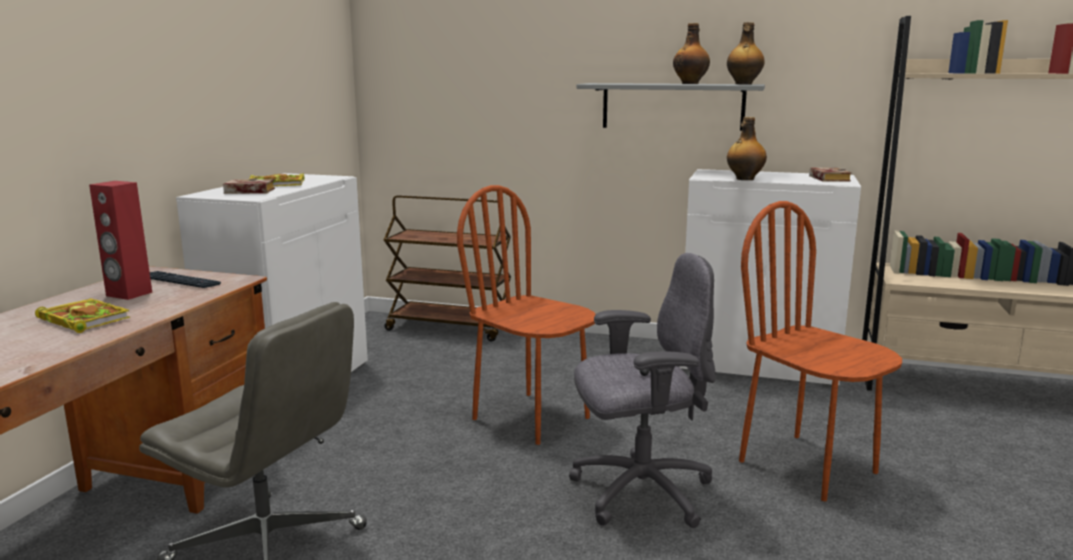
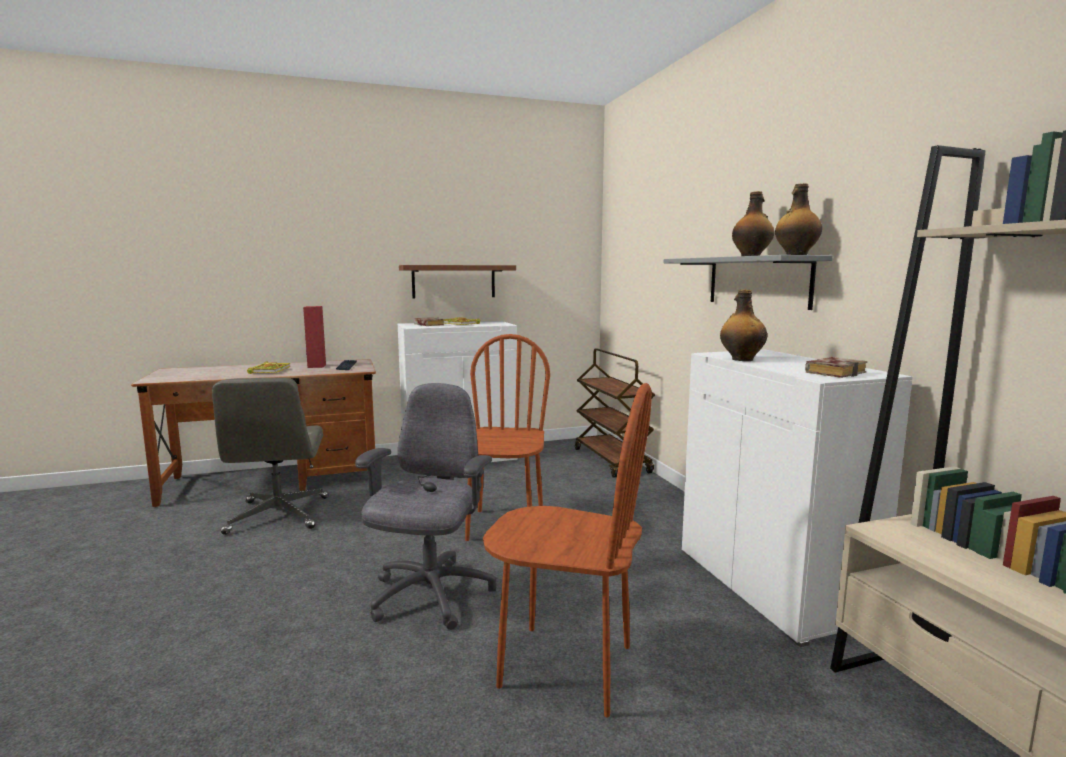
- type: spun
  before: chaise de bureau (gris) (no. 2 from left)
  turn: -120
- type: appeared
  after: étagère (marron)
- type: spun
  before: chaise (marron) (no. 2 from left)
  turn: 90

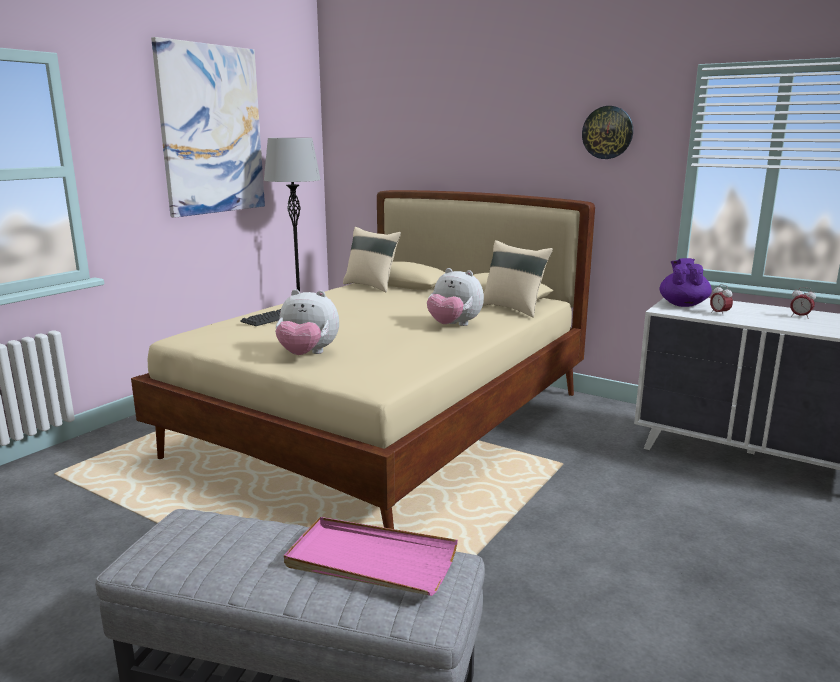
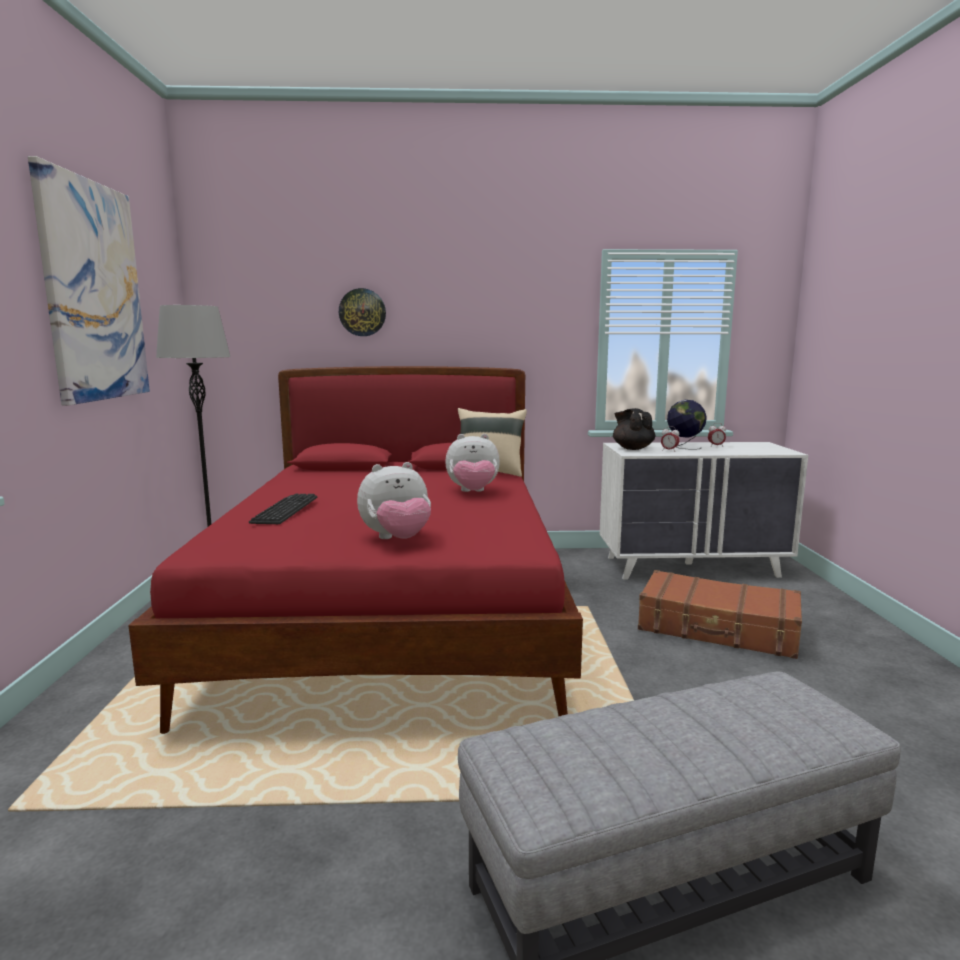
- type: colour
  before: lit (beige)
  after: lit (rouge)
- type: relocated
  before: horloge murale
- type: colour
  before: théière (violet)
  after: théière (noir)
- type: appeared
  after: valise (marron)
- type: appeared
  after: globe
- type: missing
  before: plateau (rose)
- type: missing
  before: coussin (beige) (no. 1 from left)

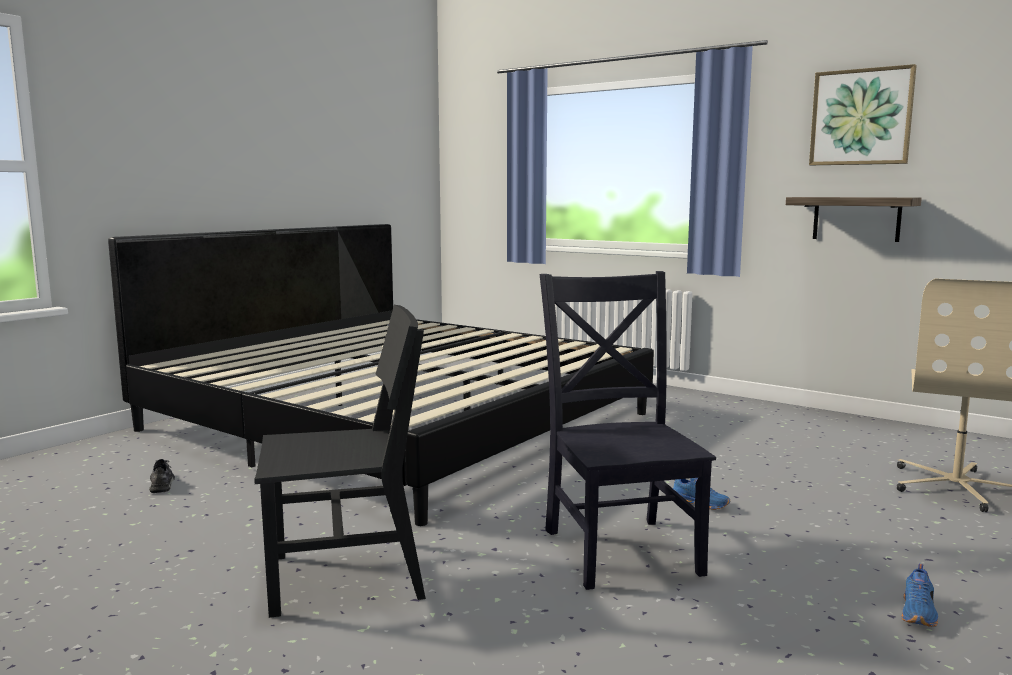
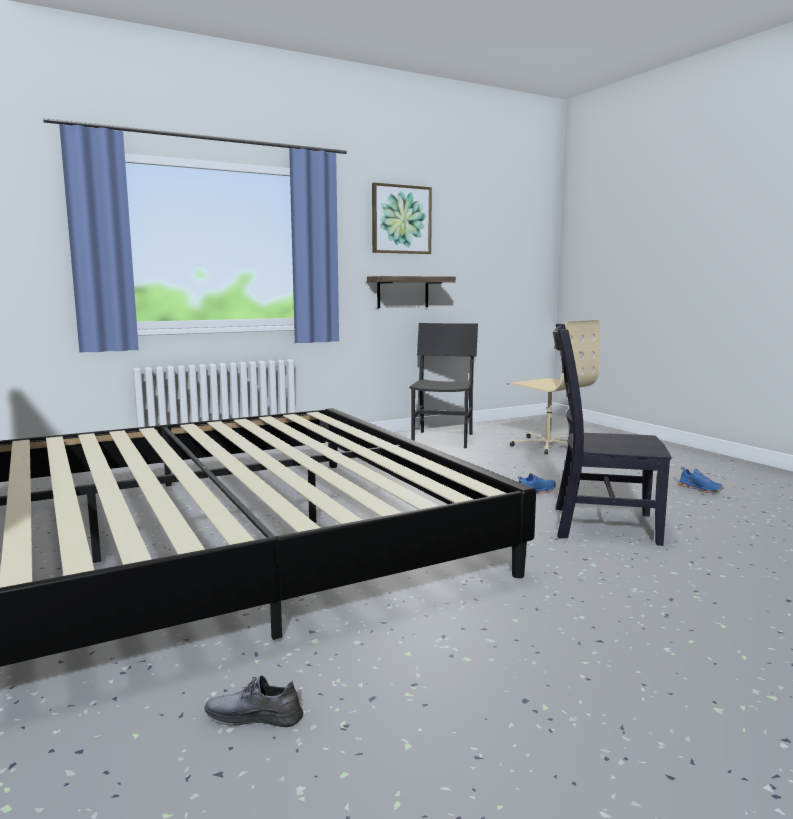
- type: relocated
  before: chaise (noir) (no. 1 from left)

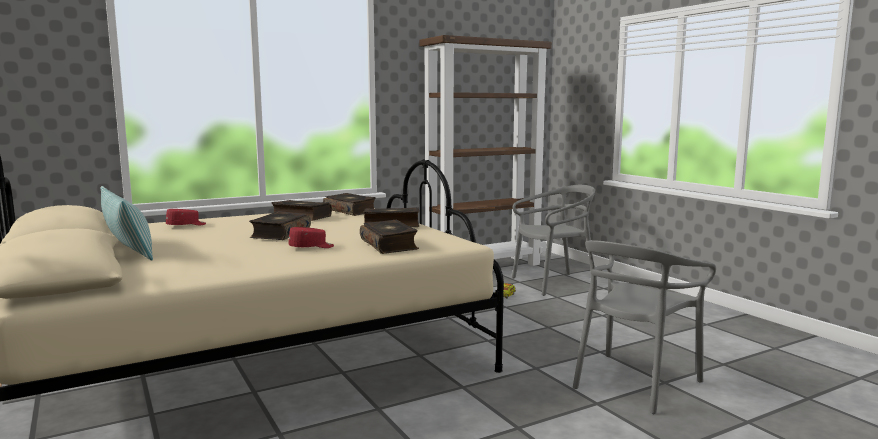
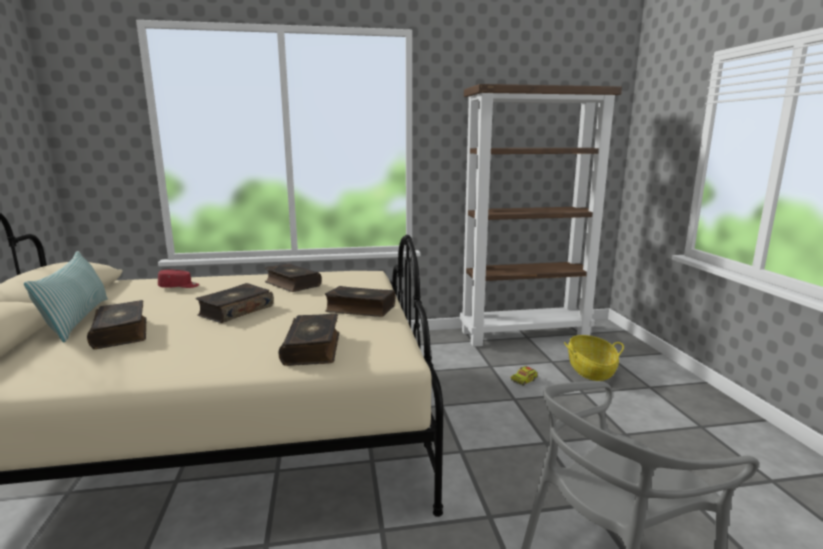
- type: relocated
  before: livre (no. 3 from left in the first image)
  after: livre (no. 1 from left)
- type: exchanged
  before: chaise (gris) (no. 1 from left)
  after: panier
- type: missing
  before: casquette (rouge) (no. 2 from left)

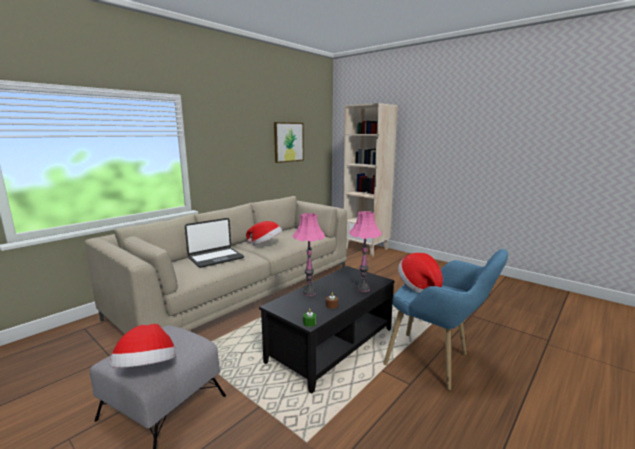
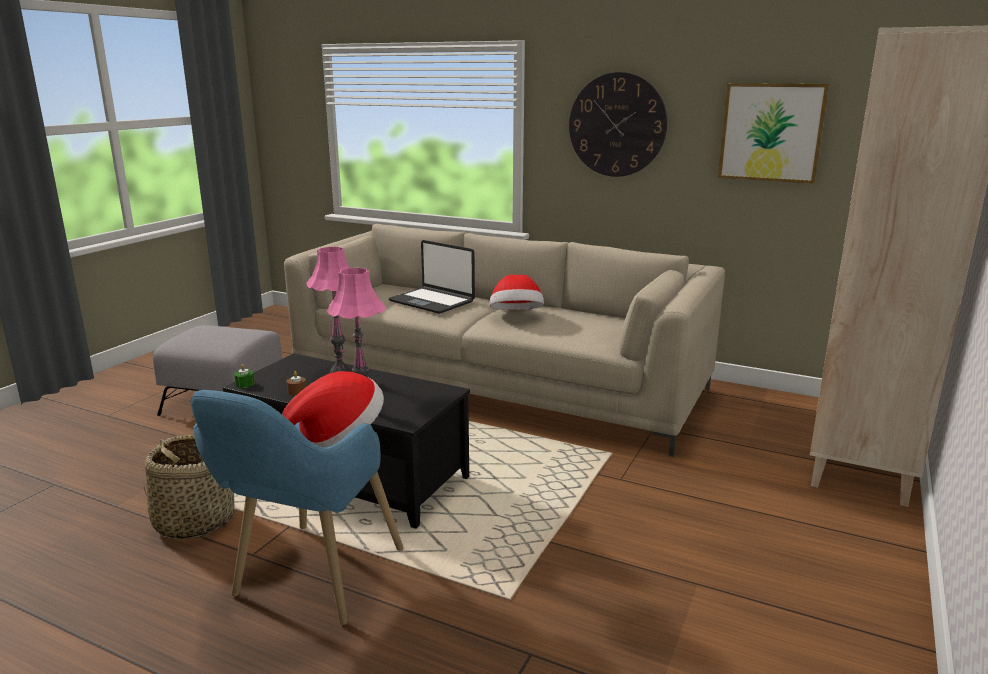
- type: appeared
  after: panier
- type: appeared
  after: horloge murale
- type: missing
  before: chapeau (no. 1 from left)

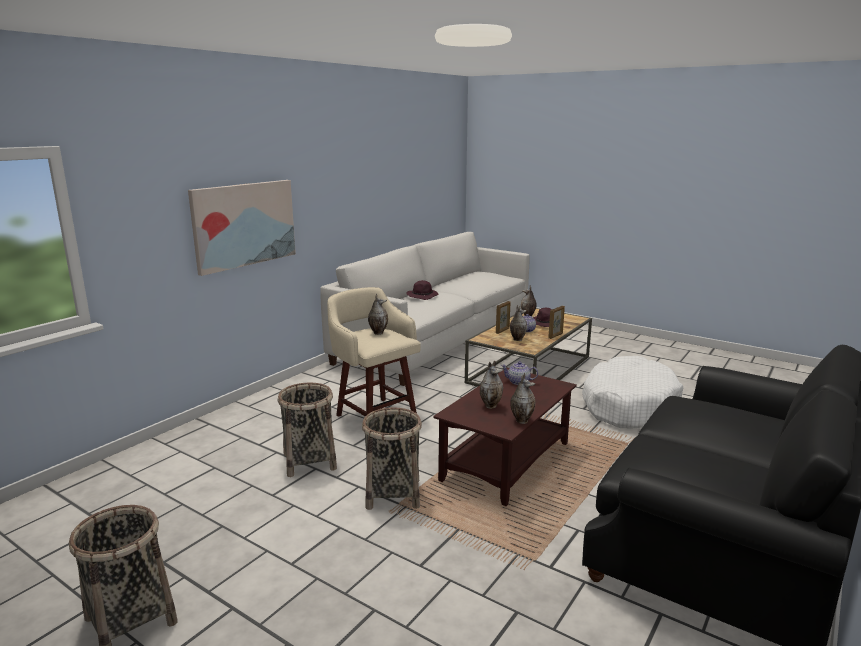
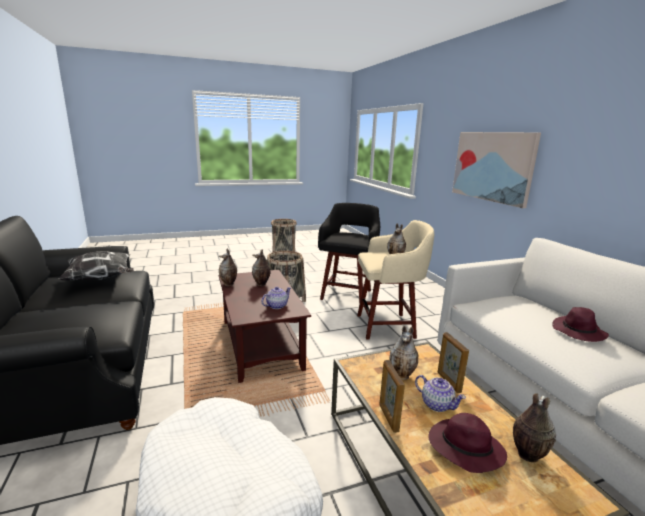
- type: appeared
  after: coussin
- type: exchanged
  before: panier (no. 2 from left)
  after: tabouret (noir)

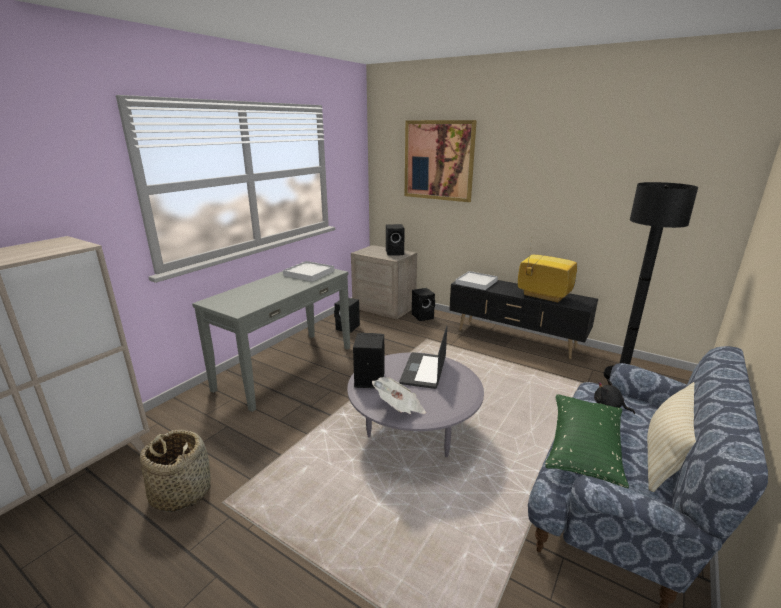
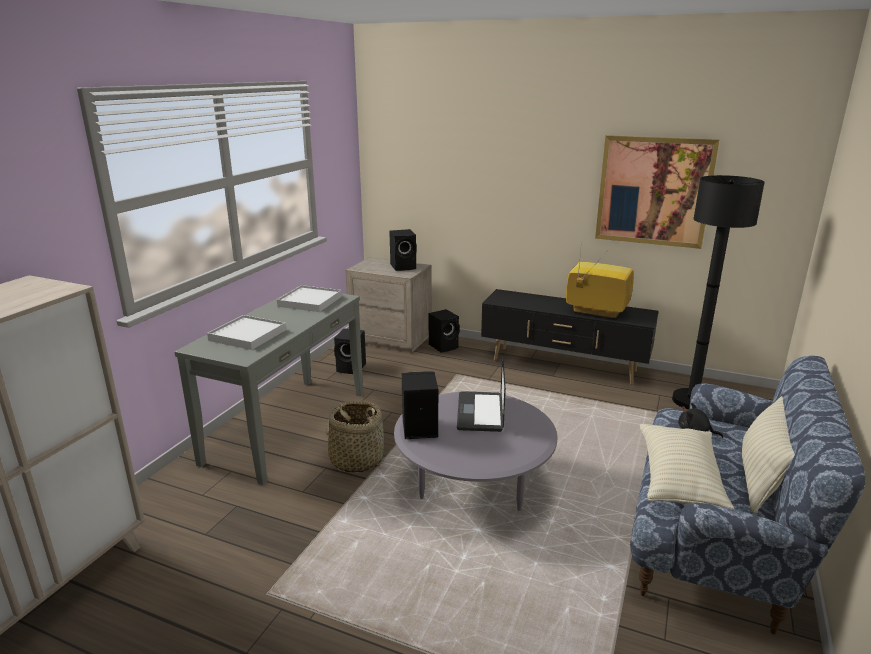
- type: relocated
  before: plateau (blanc) (no. 2 from left in the first image)
  after: plateau (blanc) (no. 1 from left)
- type: relocated
  before: panier
- type: relocated
  before: tableau
- type: colour
  before: coussin (vert)
  after: coussin (beige) (no. 1 from left)
- type: missing
  before: journal

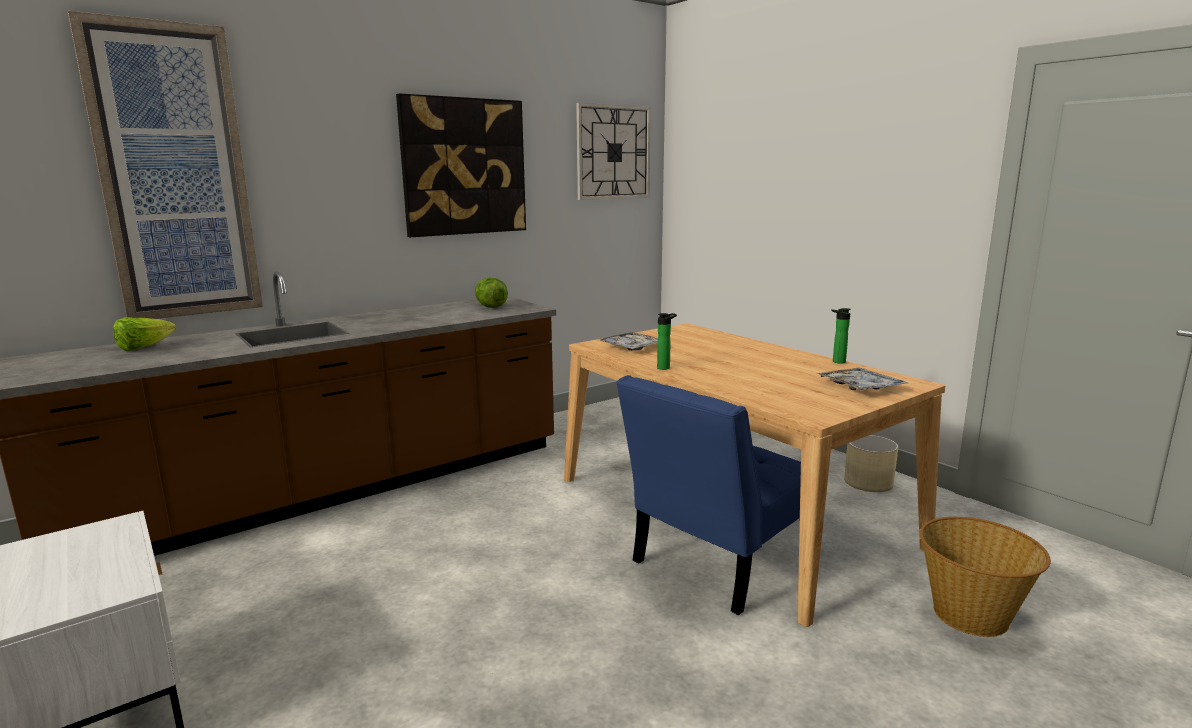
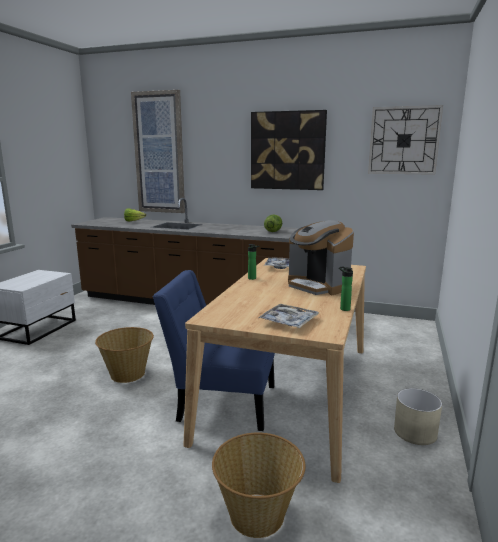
- type: appeared
  after: panier (no. 1 from left)
- type: appeared
  after: machine à café

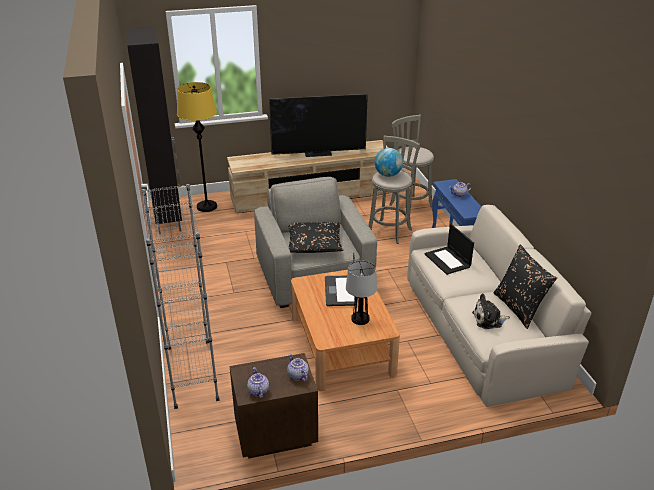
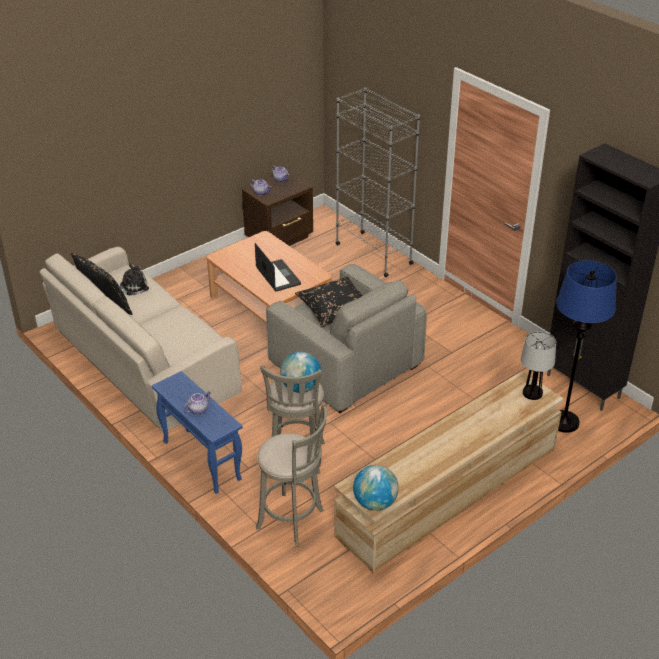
- type: appeared
  after: globe (no. 2 from left)
- type: relocated
  before: lampe de table
- type: colour
  before: lampadaire (jaune)
  after: lampadaire (bleu)
- type: missing
  before: téléviseur
- type: missing
  before: ordinateur portable (no. 2 from left)

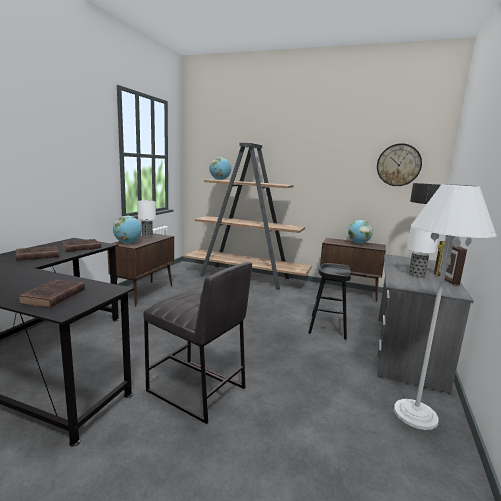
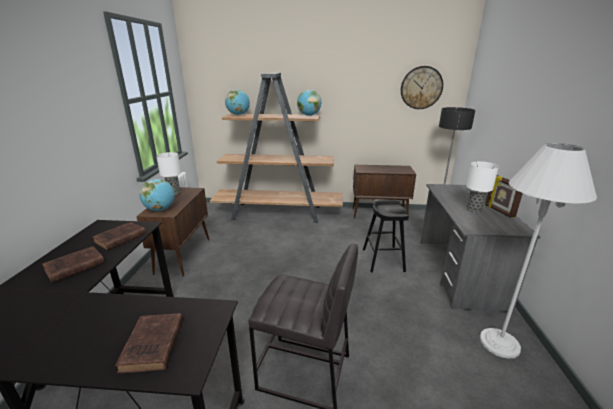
- type: relocated
  before: globe (no. 3 from left)

